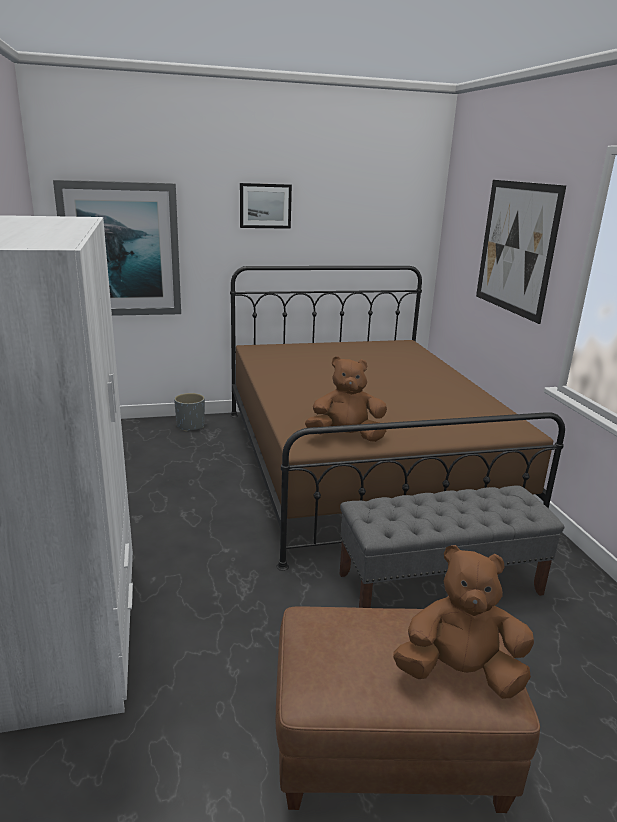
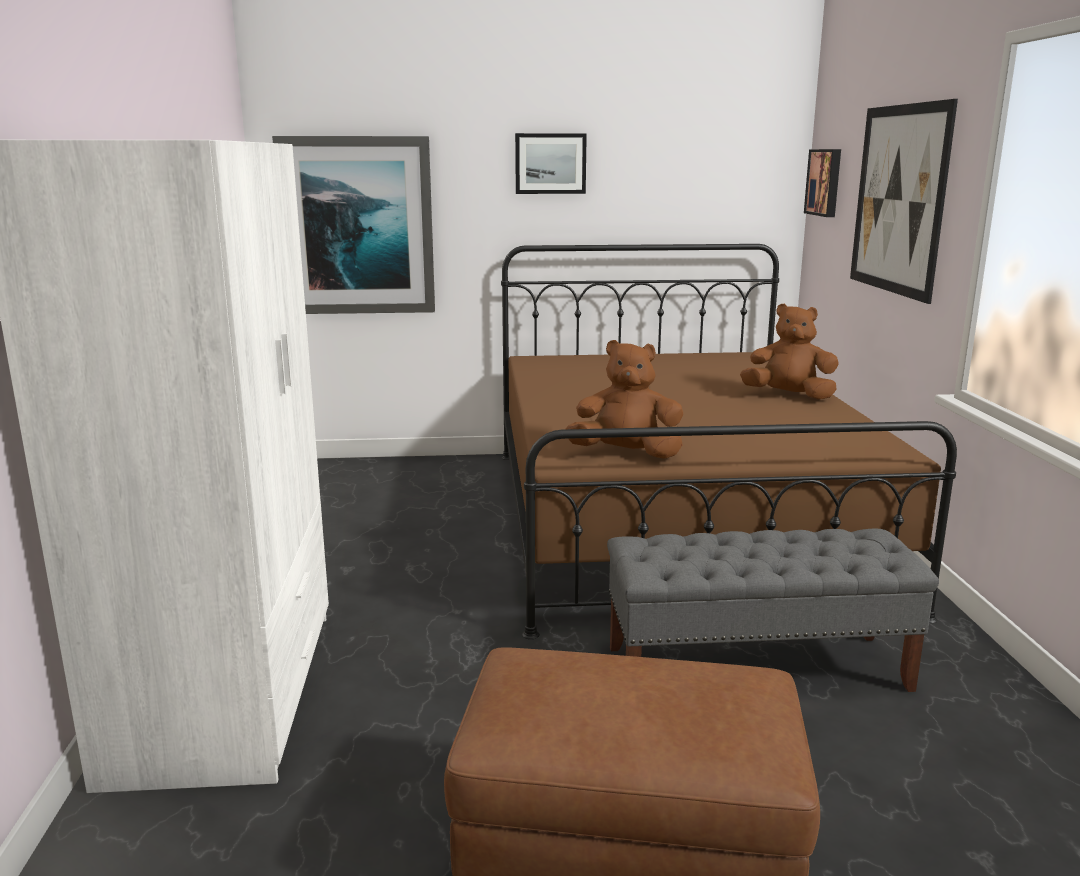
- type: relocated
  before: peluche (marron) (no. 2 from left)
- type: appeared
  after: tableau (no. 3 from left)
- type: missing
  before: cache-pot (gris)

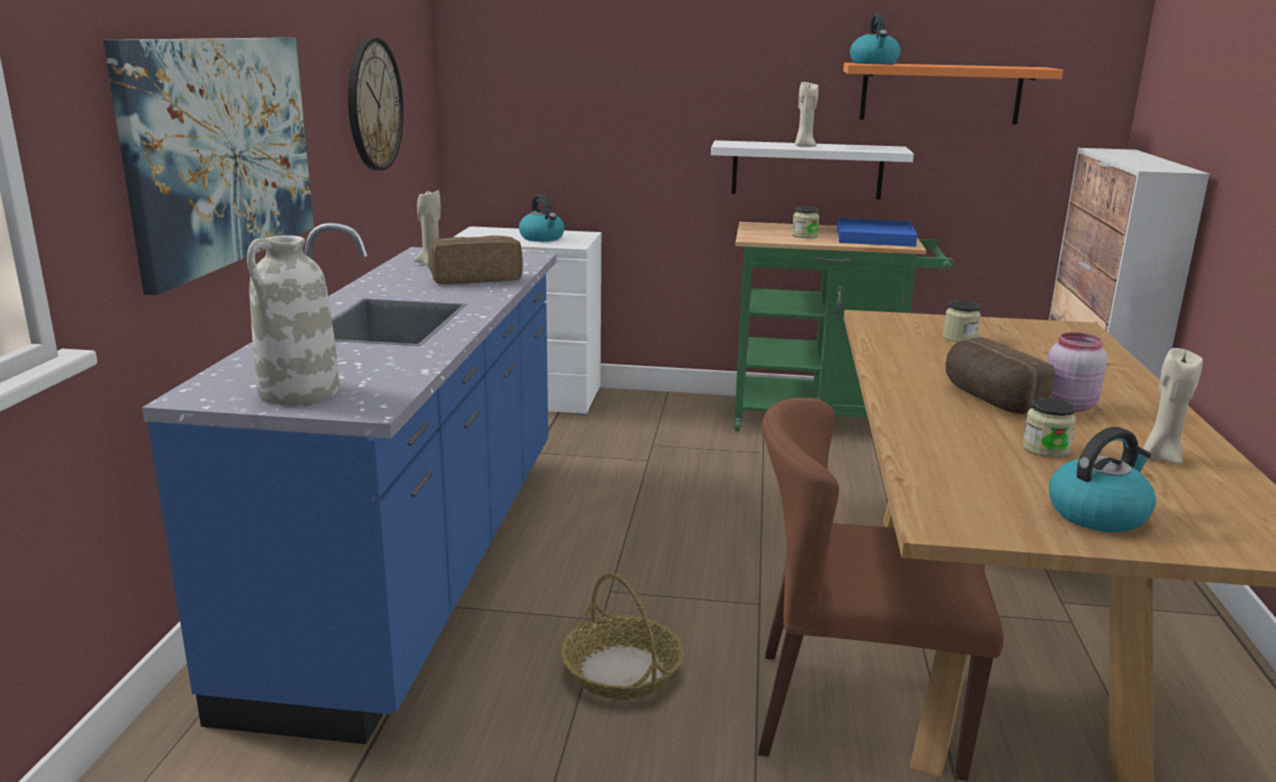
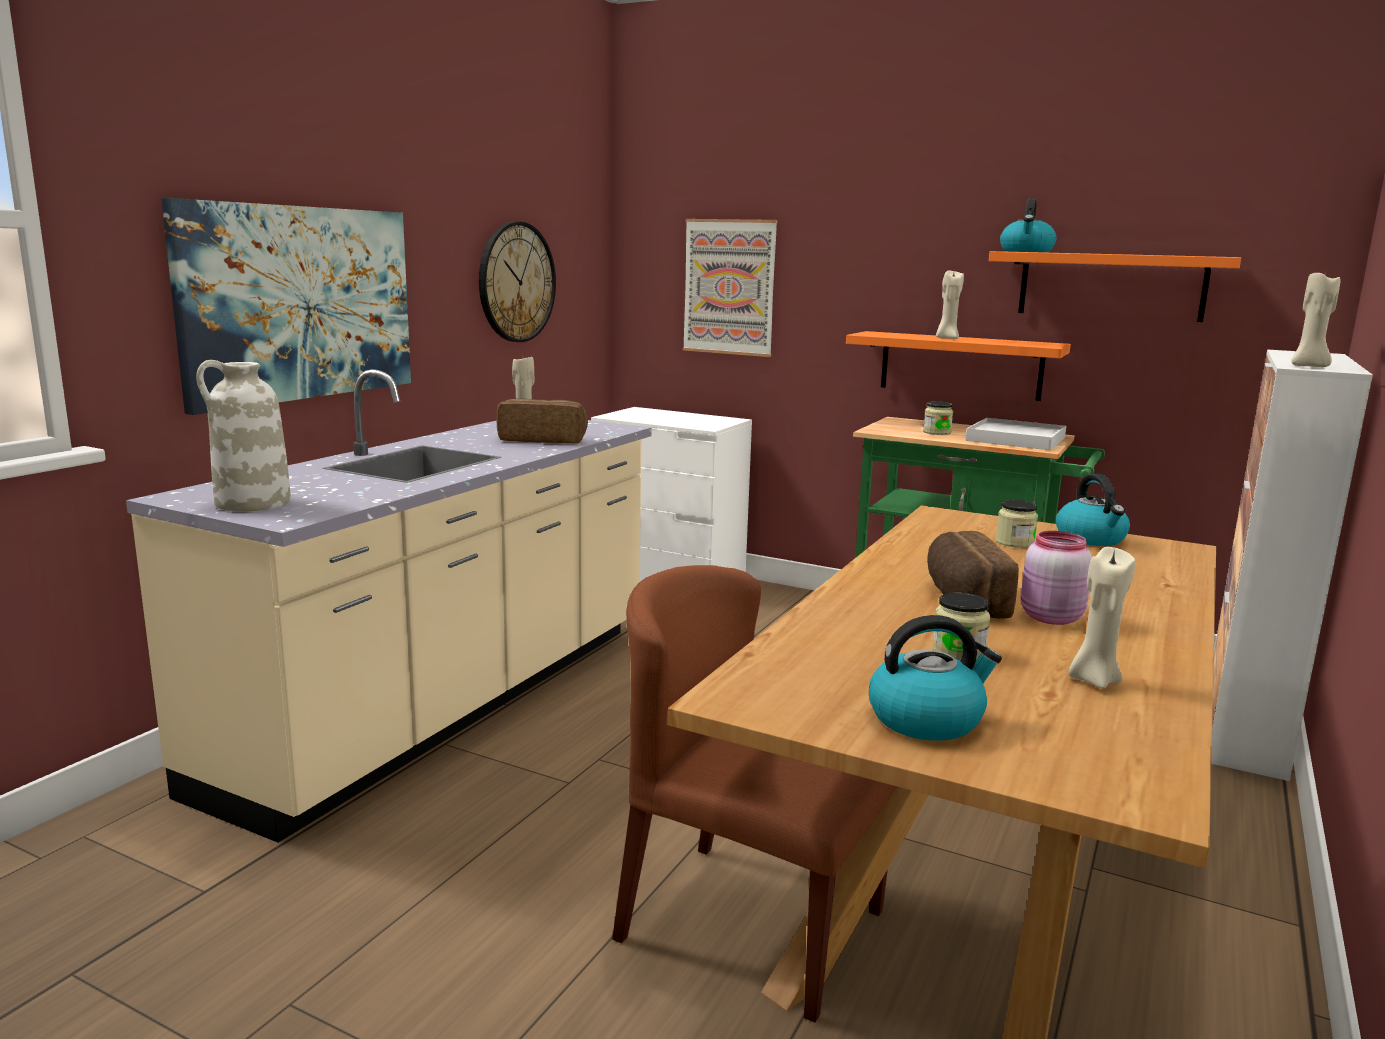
- type: colour
  before: comptoir de cuisine (bleu)
  after: comptoir de cuisine (beige)
- type: appeared
  after: tableau (no. 2 from left)
- type: colour
  before: étagère (blanc)
  after: étagère (orange) (no. 1 from left)
- type: colour
  before: plateau (bleu)
  after: plateau (blanc)
- type: relocated
  before: bouilloire (no. 1 from left in the first image)
  after: bouilloire (no. 3 from left)
- type: appeared
  after: bougie (beige) (no. 4 from left)
- type: missing
  before: panier

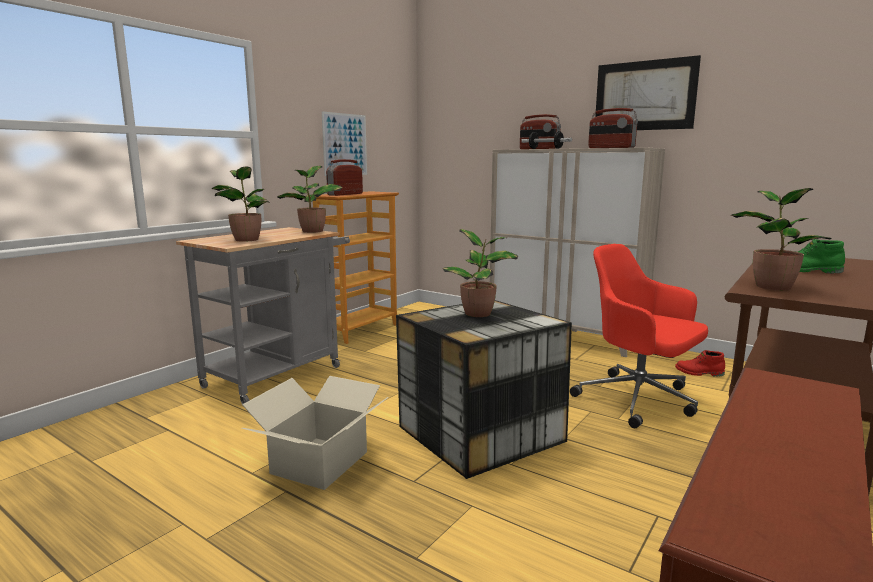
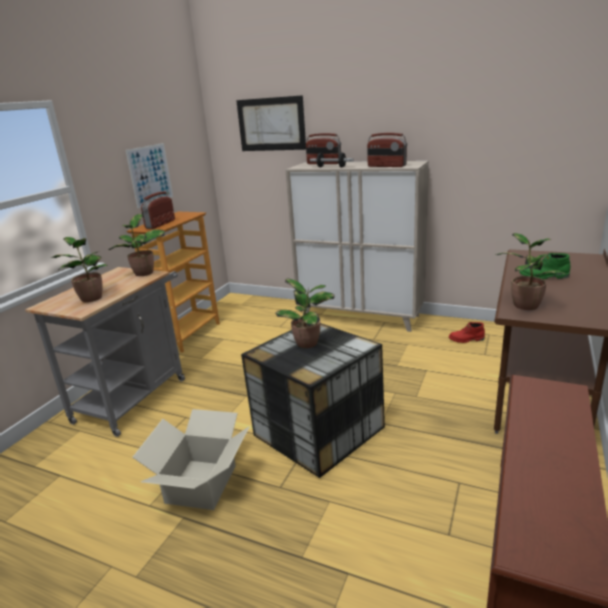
- type: relocated
  before: tableau (no. 2 from left)
- type: missing
  before: chaise de bureau (rouge)

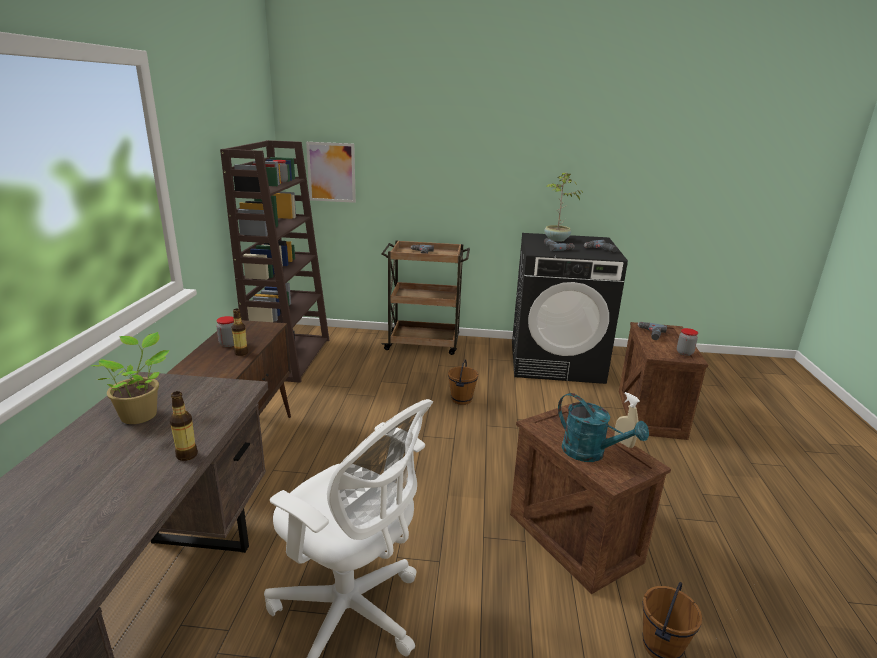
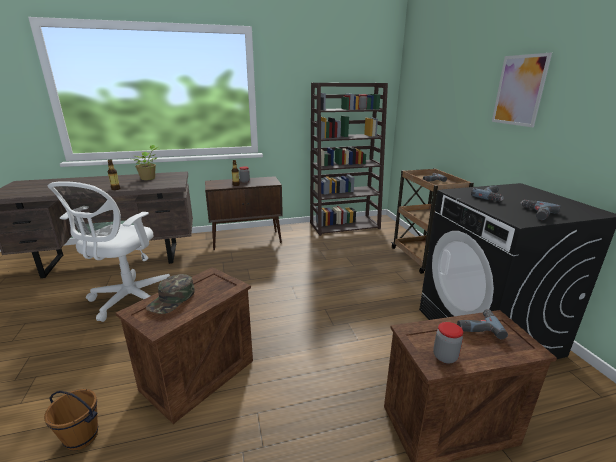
- type: exchanged
  before: arrosoir (turquoise)
  after: casquette (vert)
- type: relocated
  before: tableau
- type: missing
  before: seau (marron) (no. 1 from left)
- type: missing
  before: plante en pot (no. 2 from left)
- type: missing
  before: vaporisateur (beige)

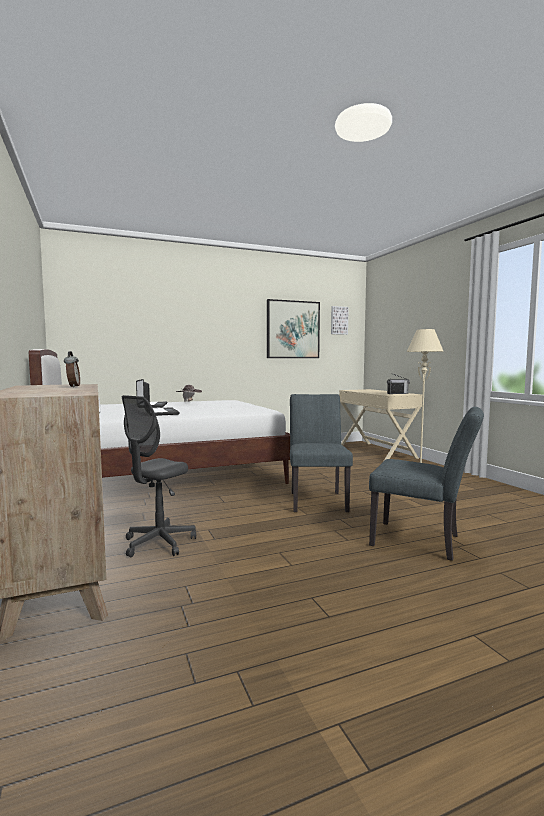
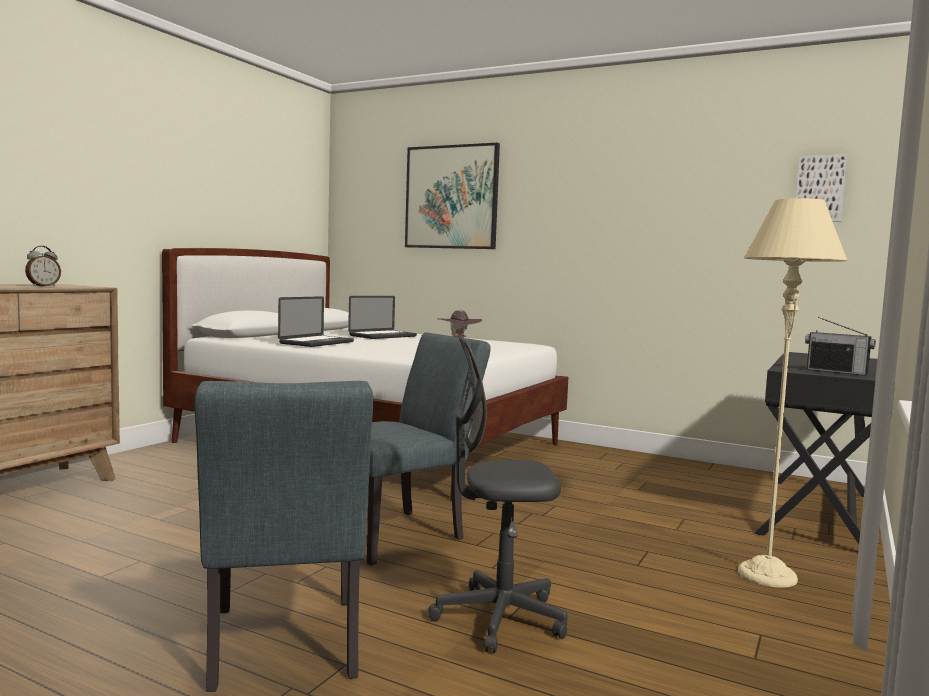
- type: relocated
  before: tableau (no. 1 from left)
- type: relocated
  before: chaise de bureau (gris)
- type: colour
  before: bureau (beige)
  after: bureau (noir)

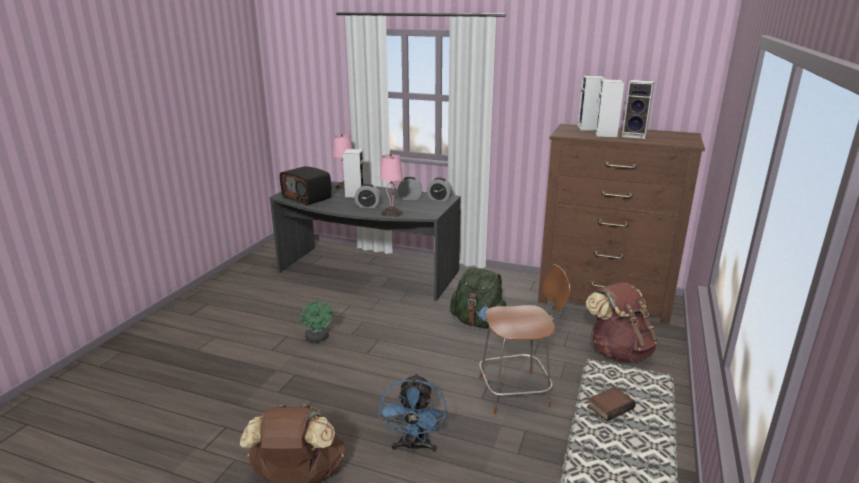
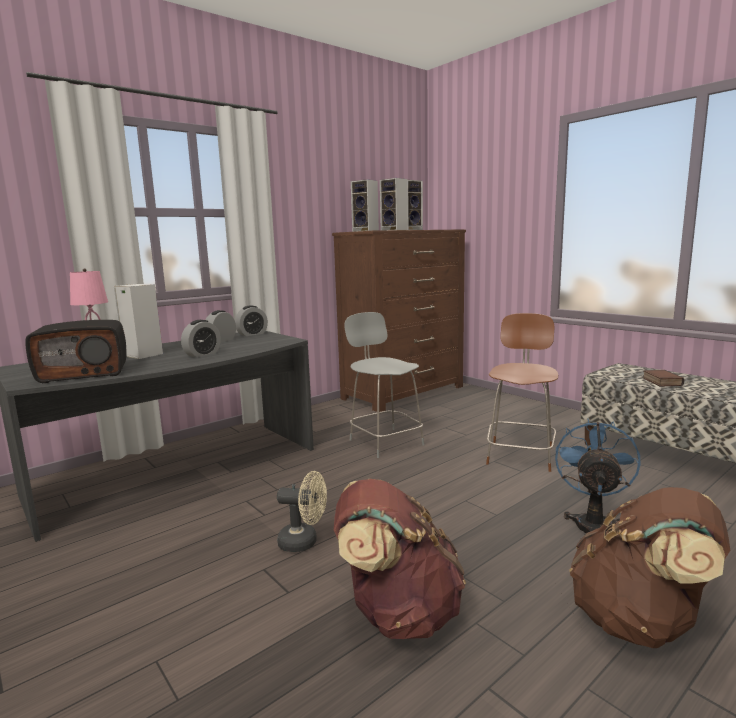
- type: colour
  before: ventilateur (vert)
  after: ventilateur (beige)
- type: relocated
  before: sac à dos (marron) (no. 2 from left in the first image)
  after: sac à dos (marron) (no. 1 from left)
- type: exchanged
  before: sac à dos (vert)
  after: chaise (gris)
- type: spun
  before: ventilateur (bleu)
  turn: -105
- type: missing
  before: lampe de table (rose) (no. 2 from left)

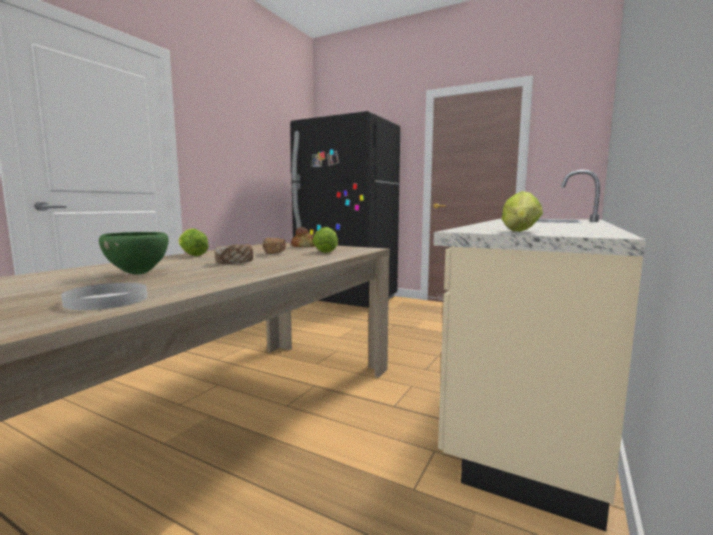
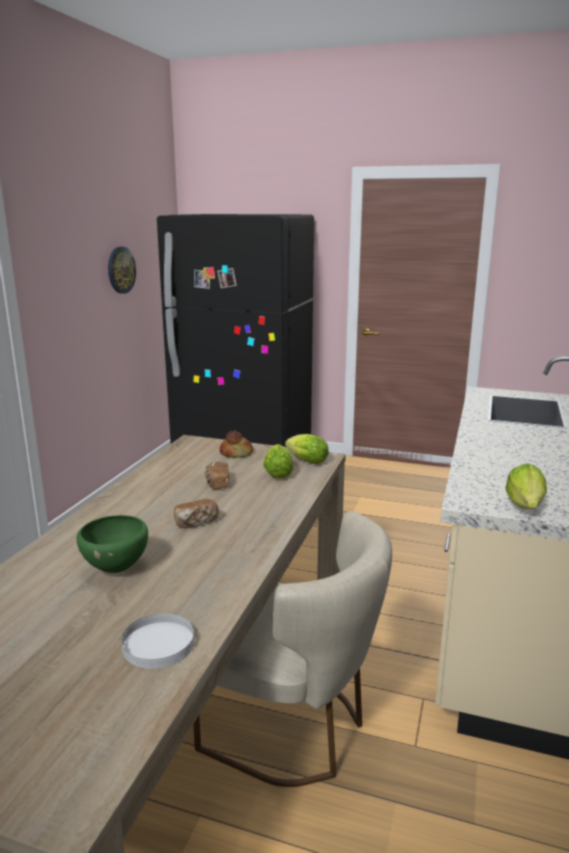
- type: appeared
  after: horloge murale
- type: appeared
  after: chaise (beige)
- type: relocated
  before: laitue (no. 1 from left in the first image)
  after: laitue (no. 2 from left)

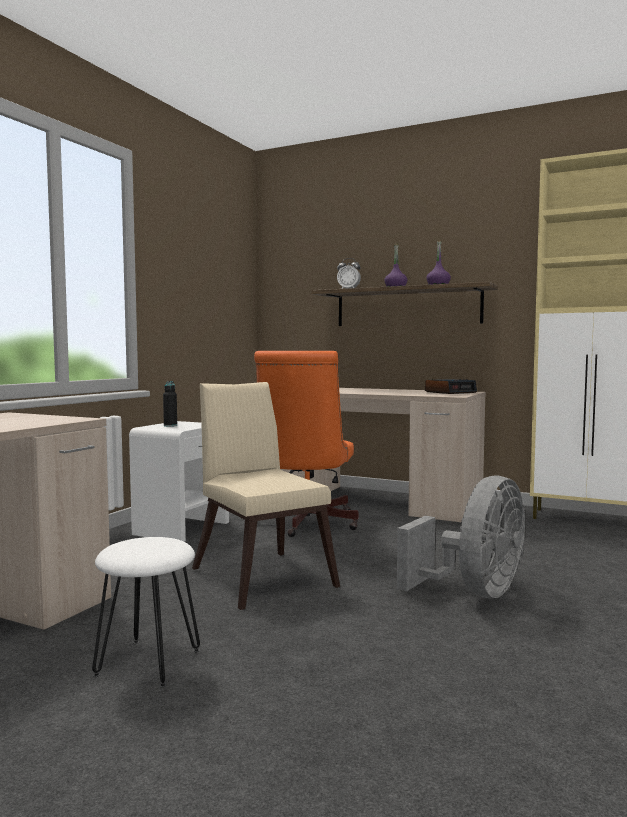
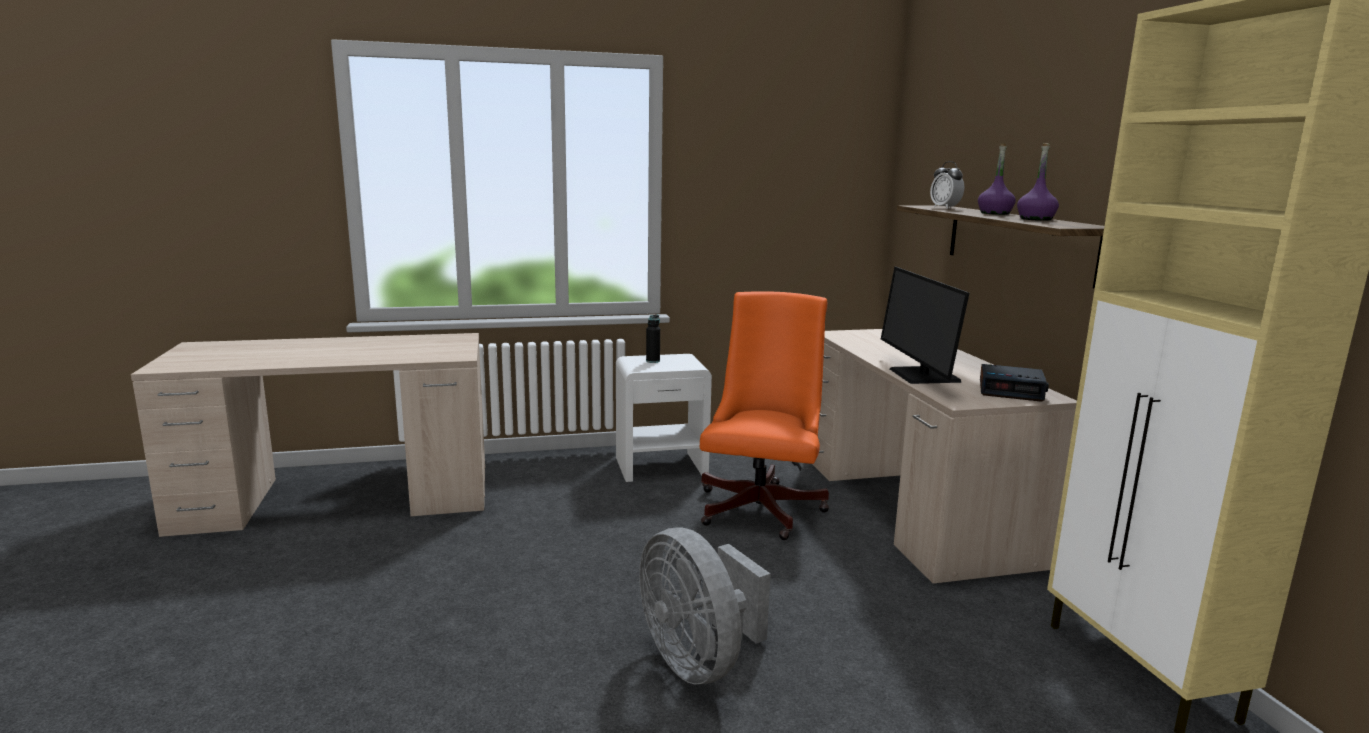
- type: spun
  before: ventilateur (gris)
  turn: 60
- type: spun
  before: chaise de bureau (orange)
  turn: 135
- type: appeared
  after: écran d'ordinateur
- type: missing
  before: tabouret (blanc)
- type: missing
  before: chaise (beige)

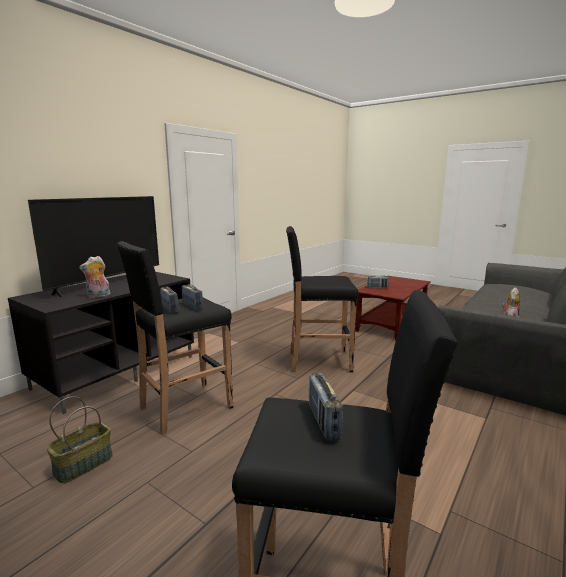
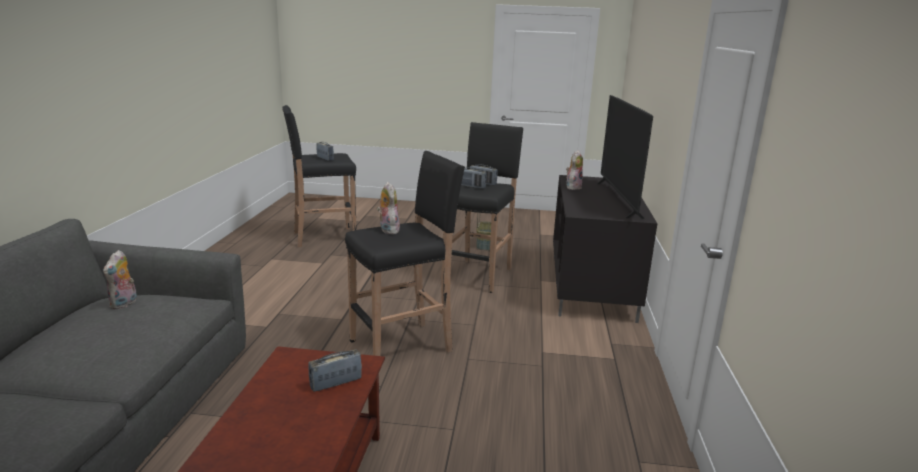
- type: appeared
  after: peluche (no. 2 from left)

